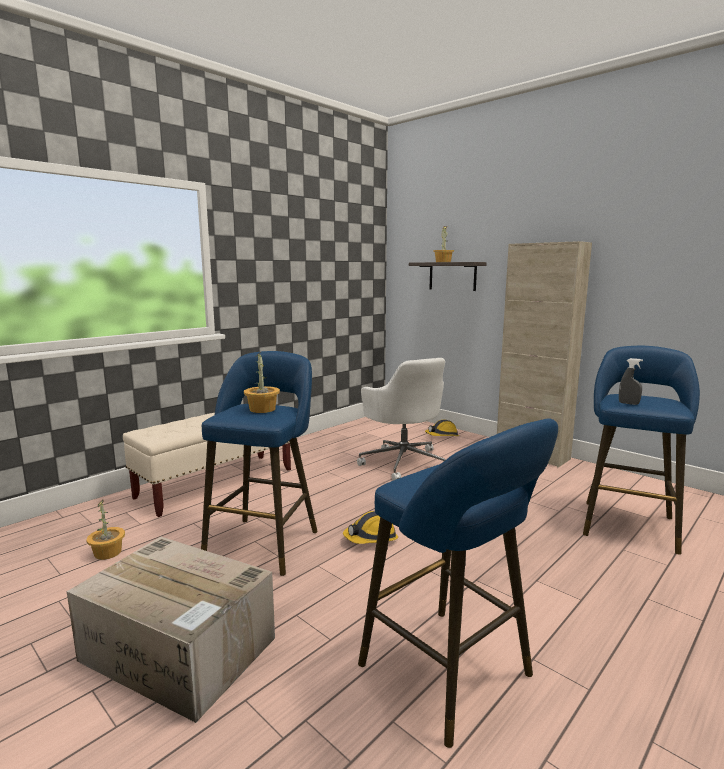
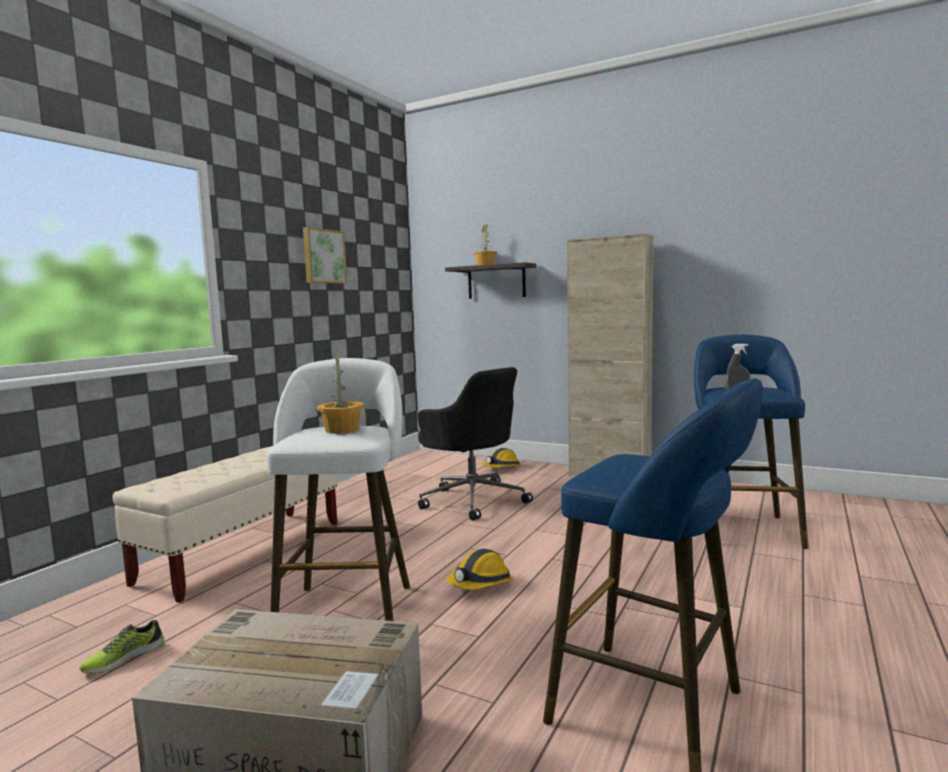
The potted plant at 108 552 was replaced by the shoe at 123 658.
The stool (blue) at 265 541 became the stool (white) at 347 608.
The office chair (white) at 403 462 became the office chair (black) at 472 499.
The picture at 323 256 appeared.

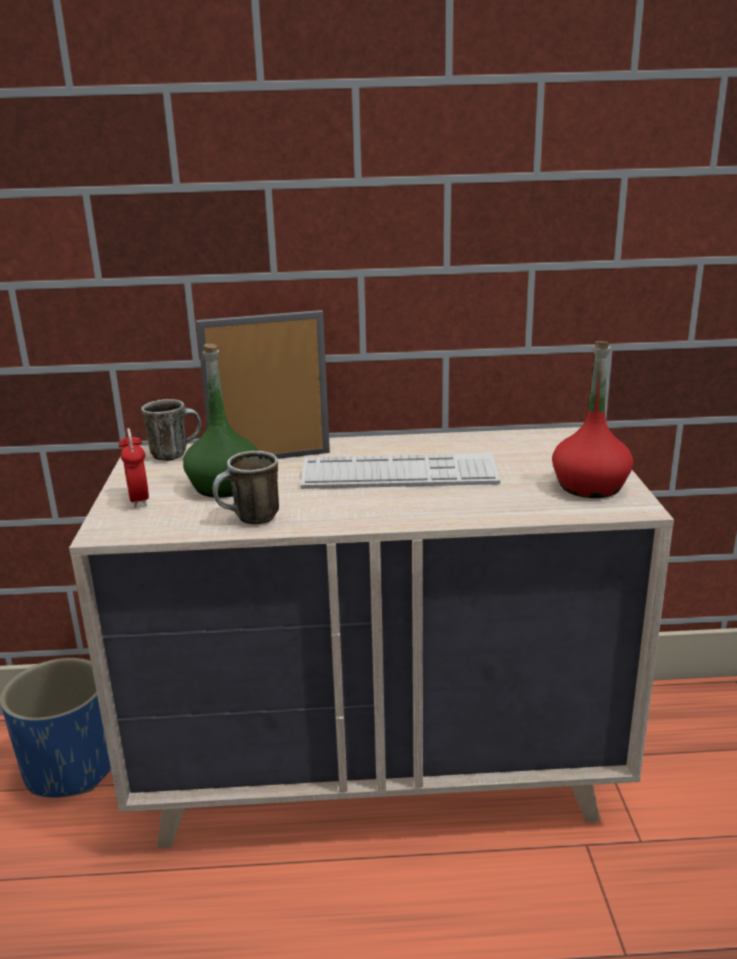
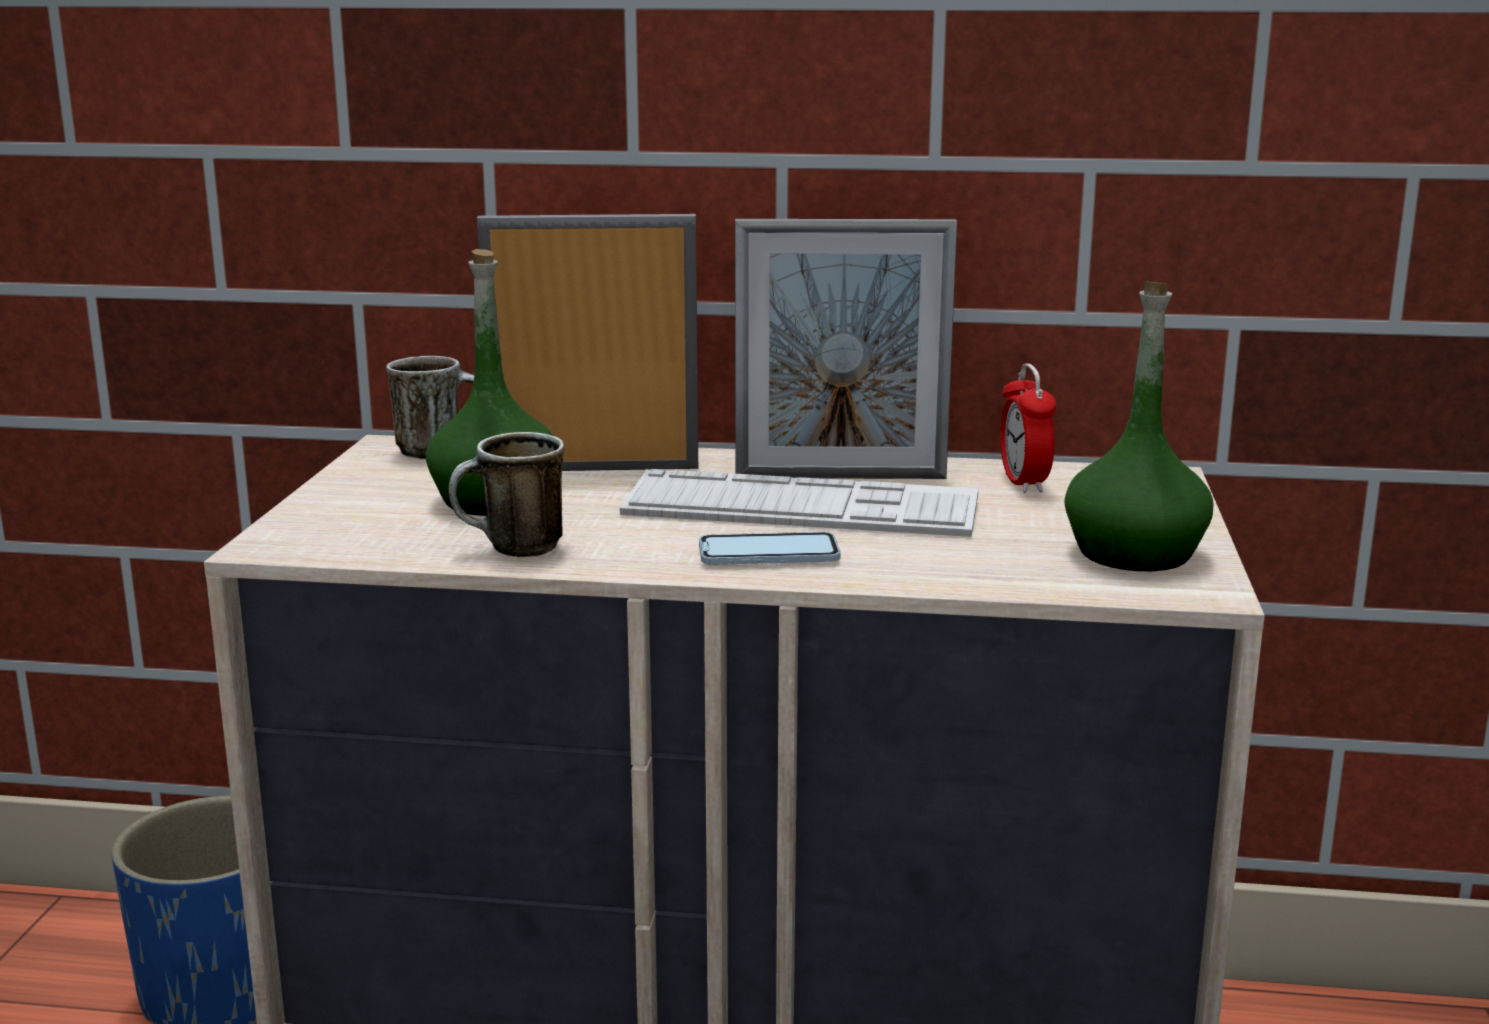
The alarm clock moved from 139 499 to 1024 483.
The bottle (red) at 589 486 became the bottle (green) at 1134 553.
The phone at 768 554 appeared.
The picture frame at 840 476 appeared.

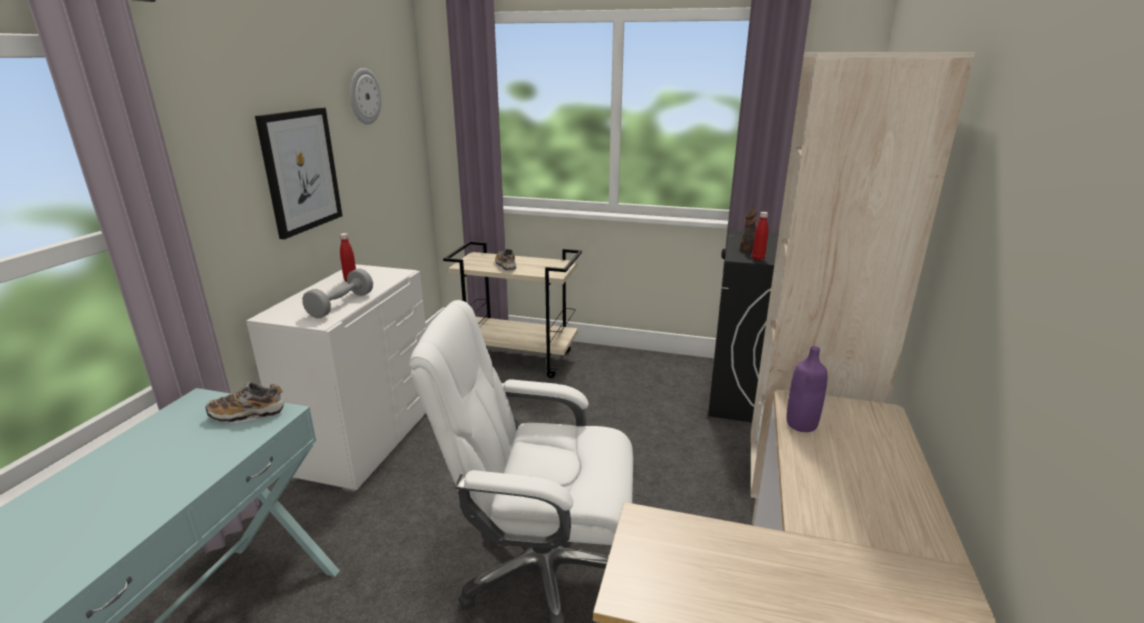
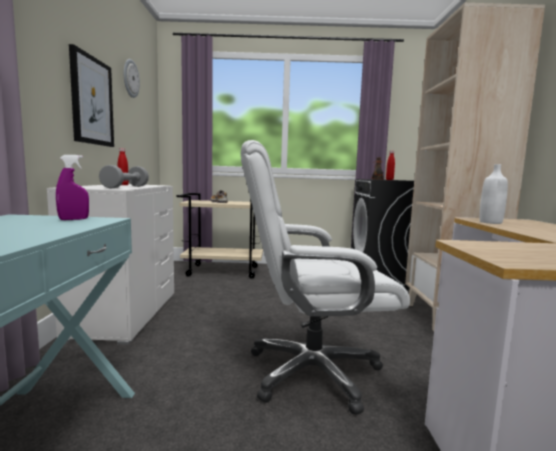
The shoe at 248 414 was replaced by the spray bottle (purple) at 73 219.
The bottle (purple) at 801 424 became the bottle (white) at 490 222.

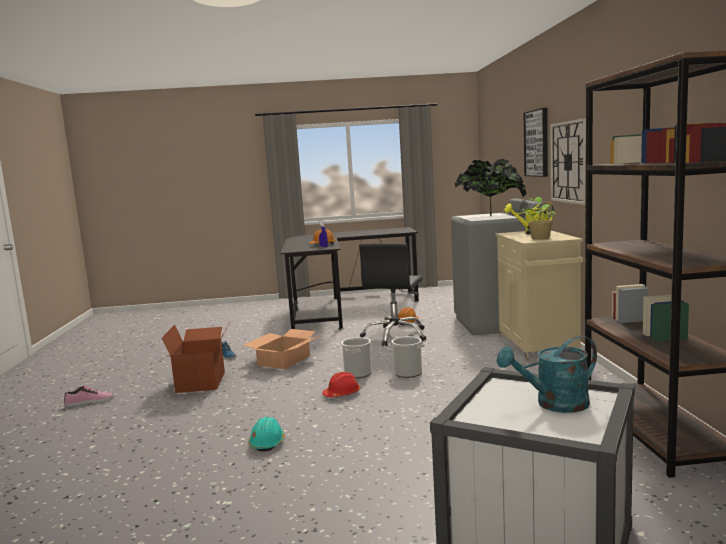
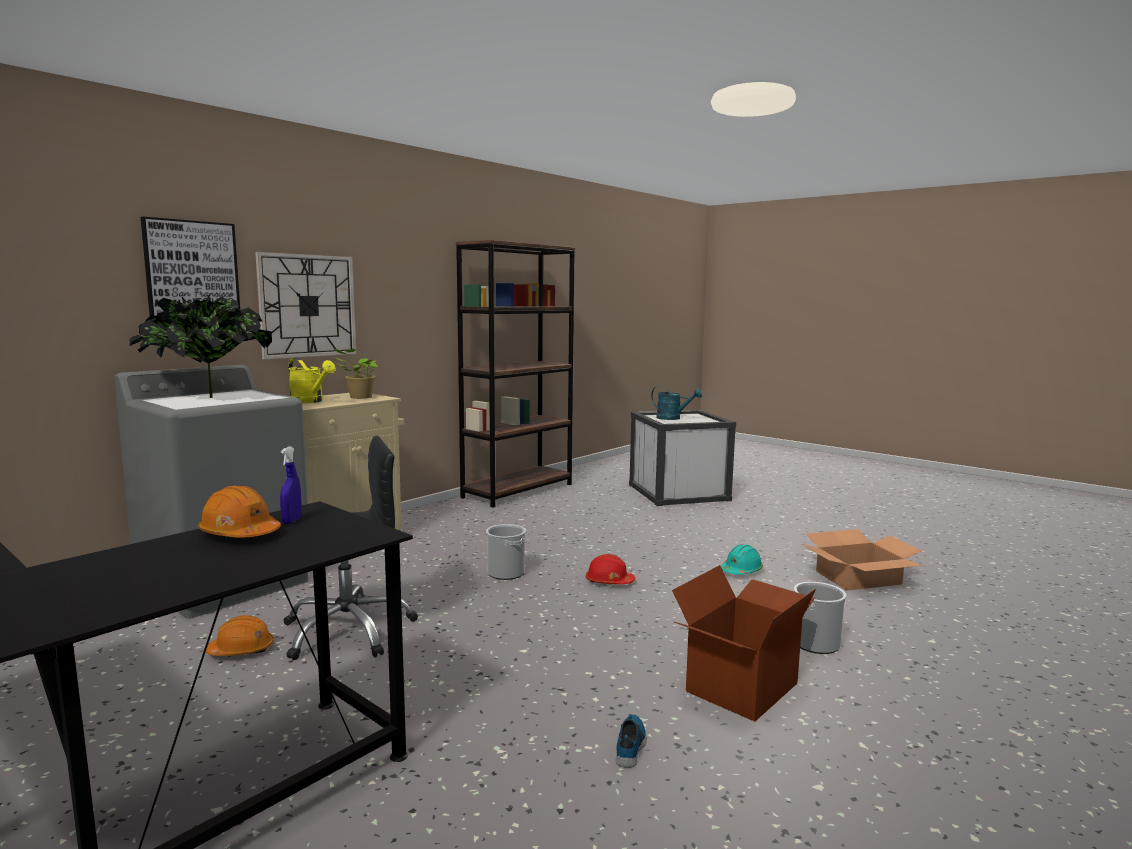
The shoe at 89 402 disappeared.
The cardboard box moved from 284 360 to 858 578.
The bucket moved from 358 373 to 815 643.

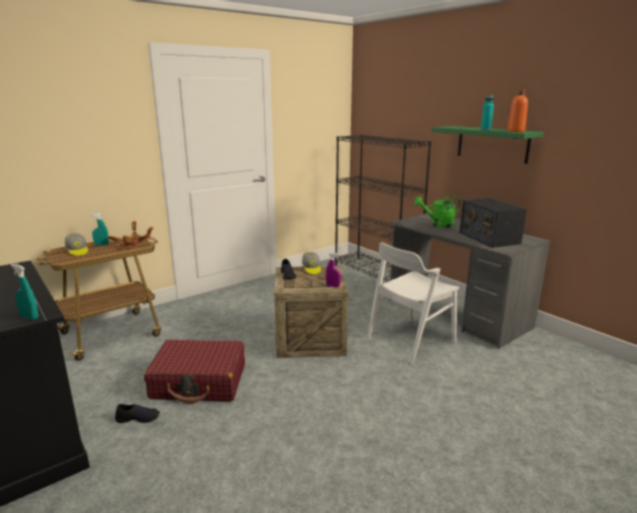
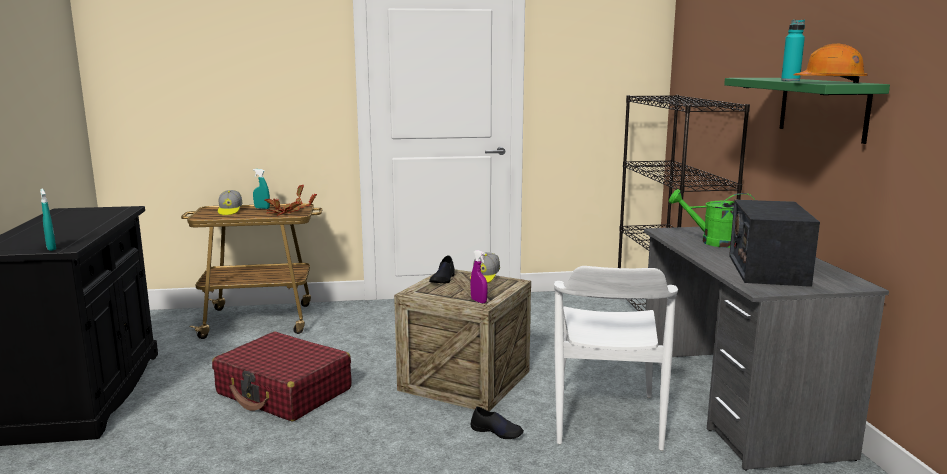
The shoe (black) moved from 138 418 to 497 431.
The chair (white) at 410 340 turned 75 degrees counterclockwise.
The bottle (orange) at 515 131 was replaced by the hard hat (orange) at 830 82.

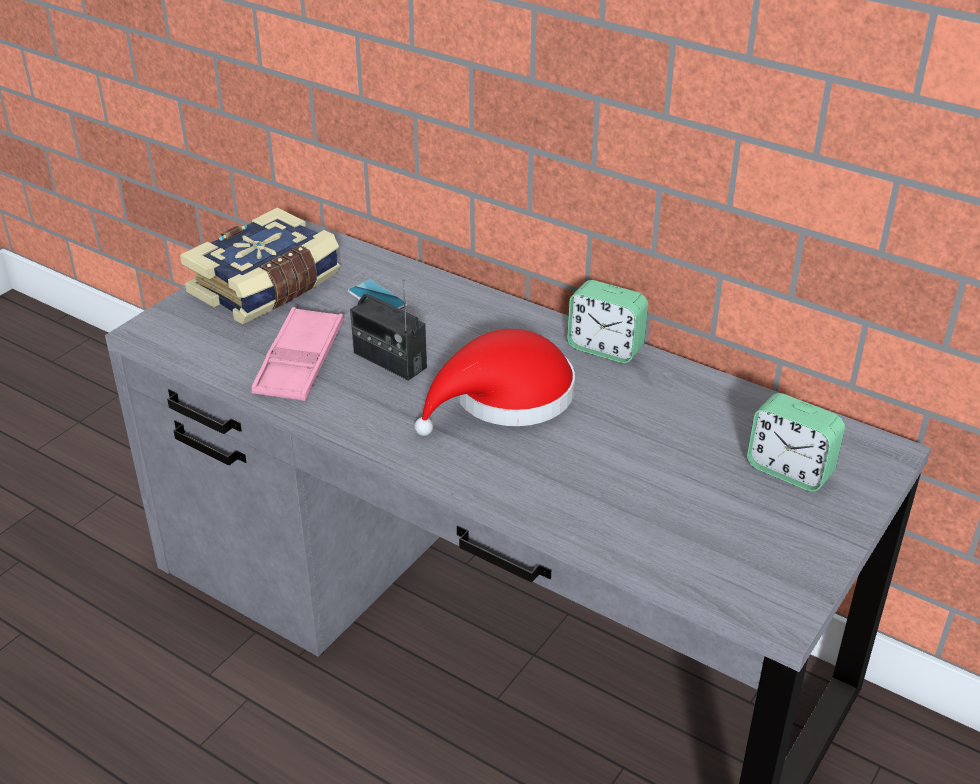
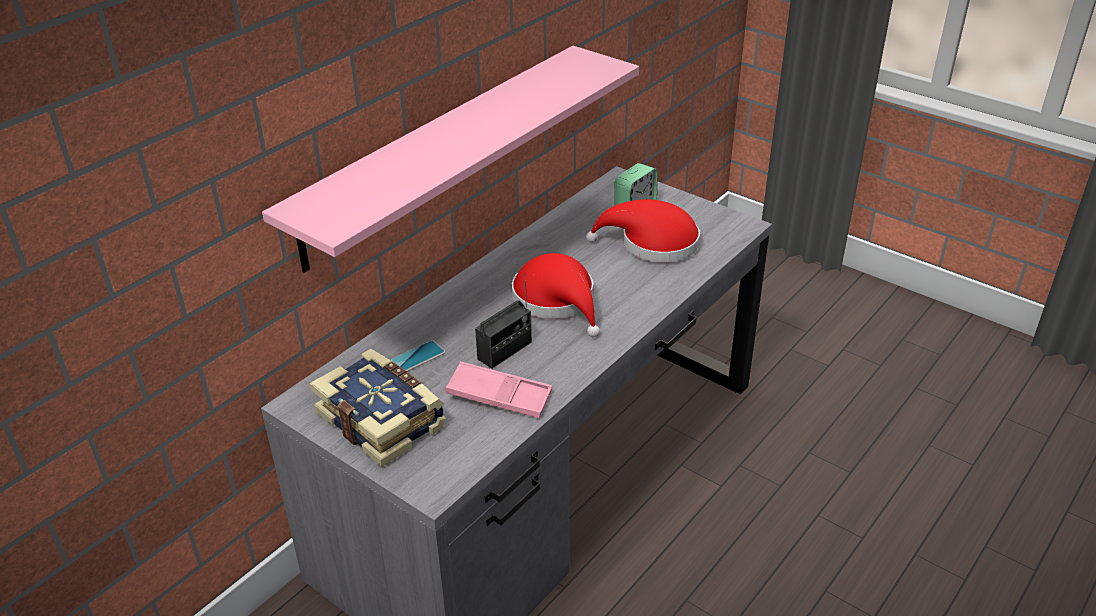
The alarm clock at 605 348 disappeared.
The shelf (pink) at 440 153 appeared.
The hat (red) at 652 244 appeared.

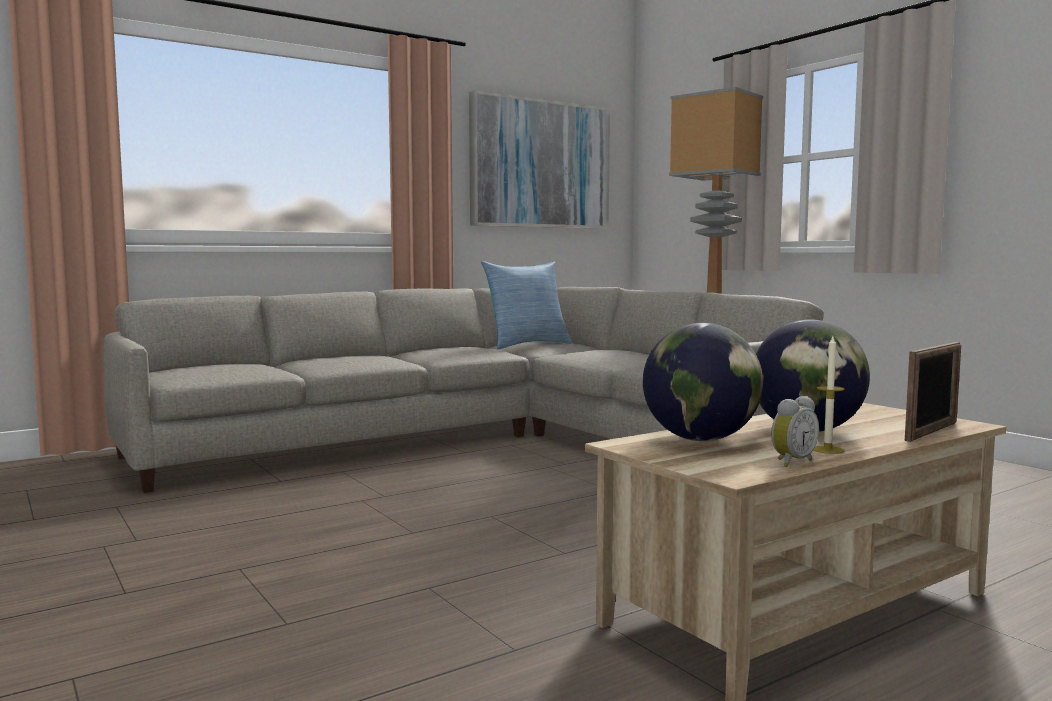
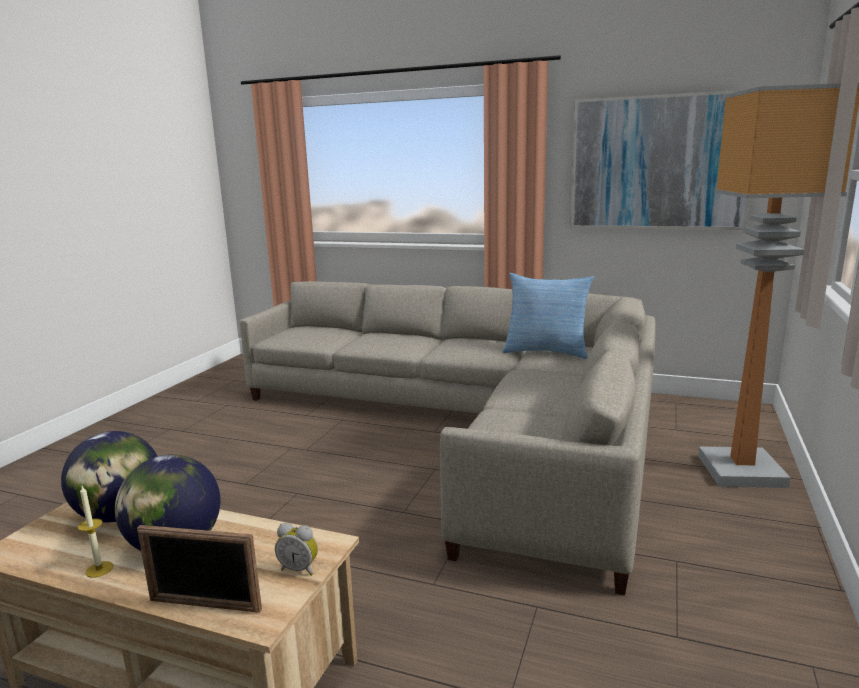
The alarm clock moved from 791 462 to 299 569.

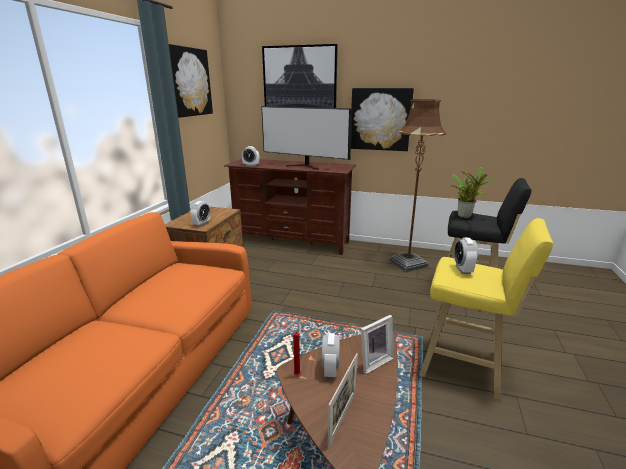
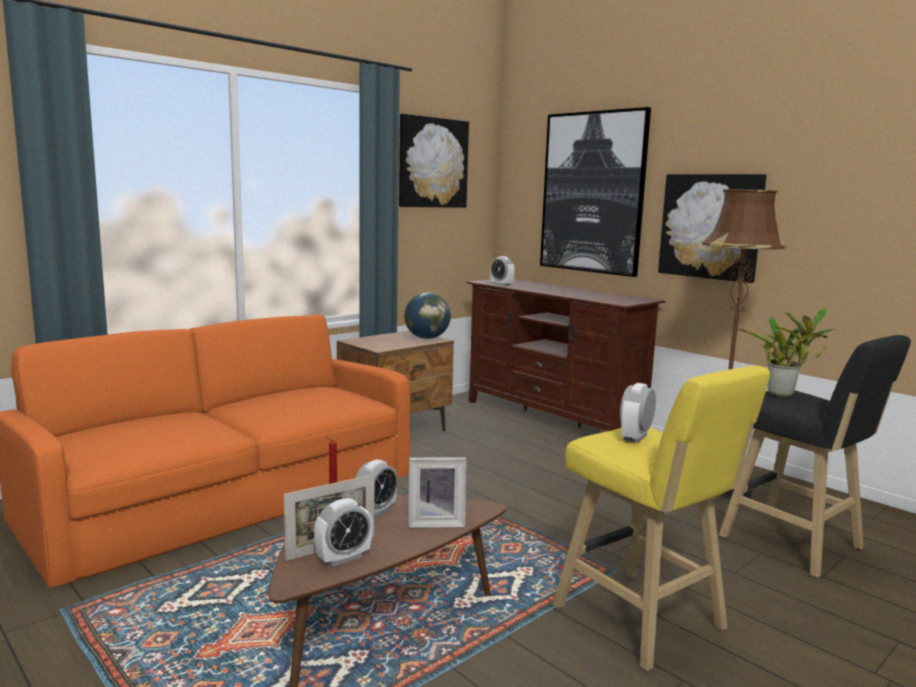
The alarm clock moved from 201 224 to 343 558.
The television at 305 166 disappeared.
The globe at 426 338 appeared.

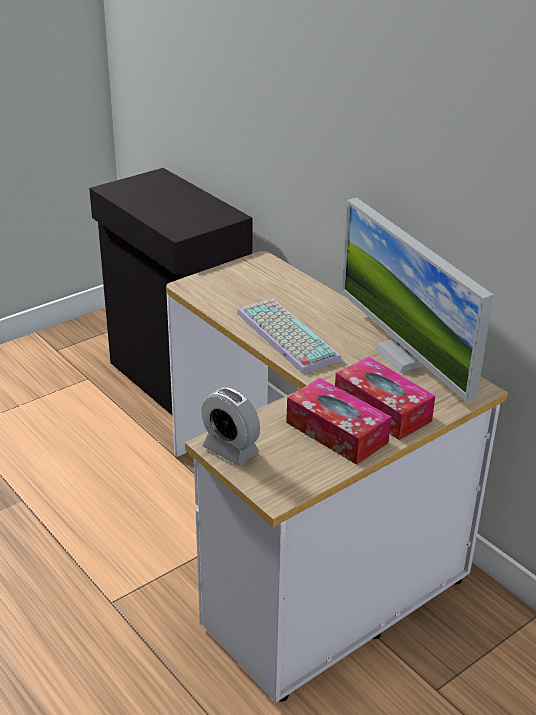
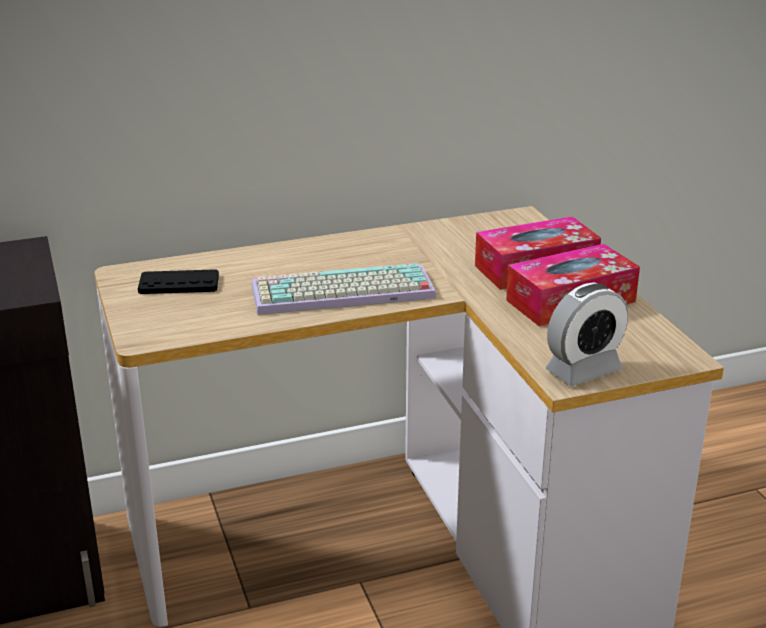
The monitor at 403 356 disappeared.
The game controller (black) at 179 284 appeared.

